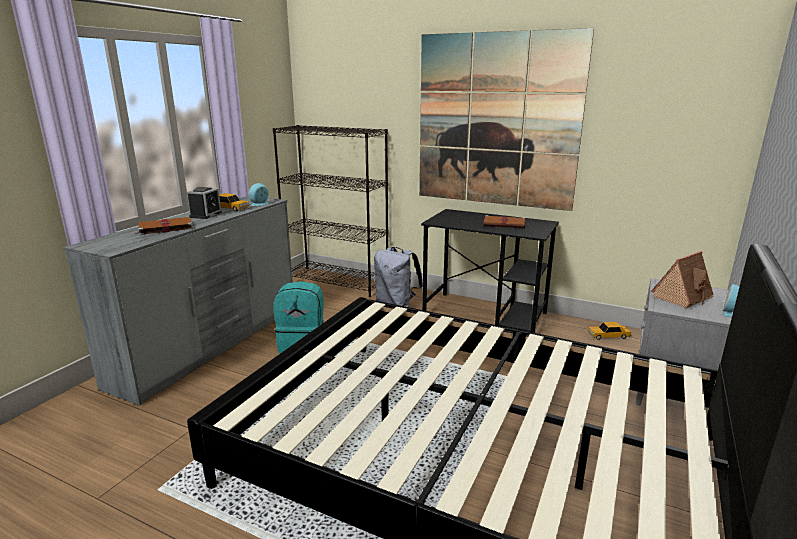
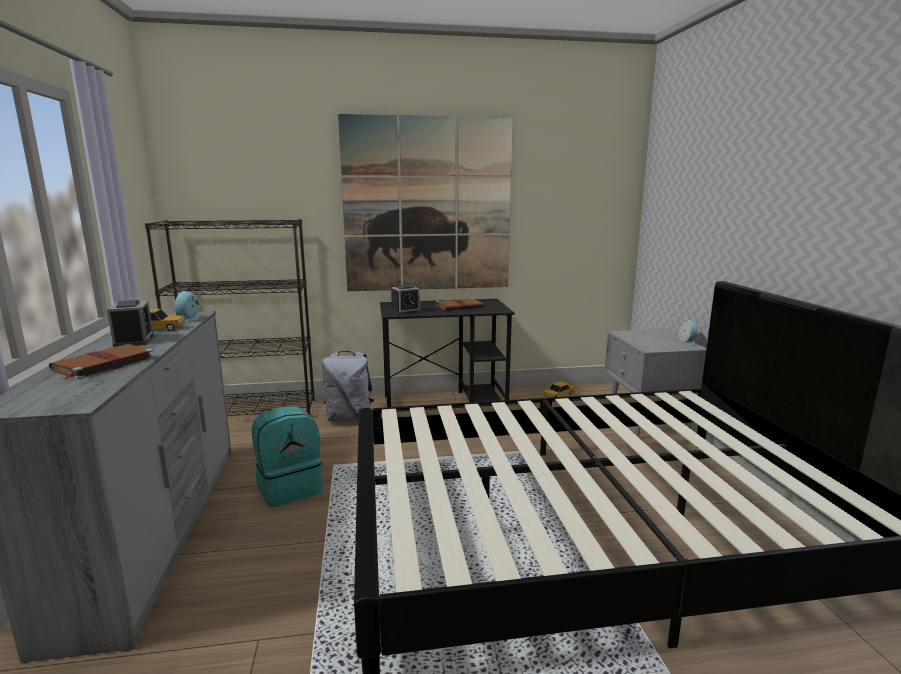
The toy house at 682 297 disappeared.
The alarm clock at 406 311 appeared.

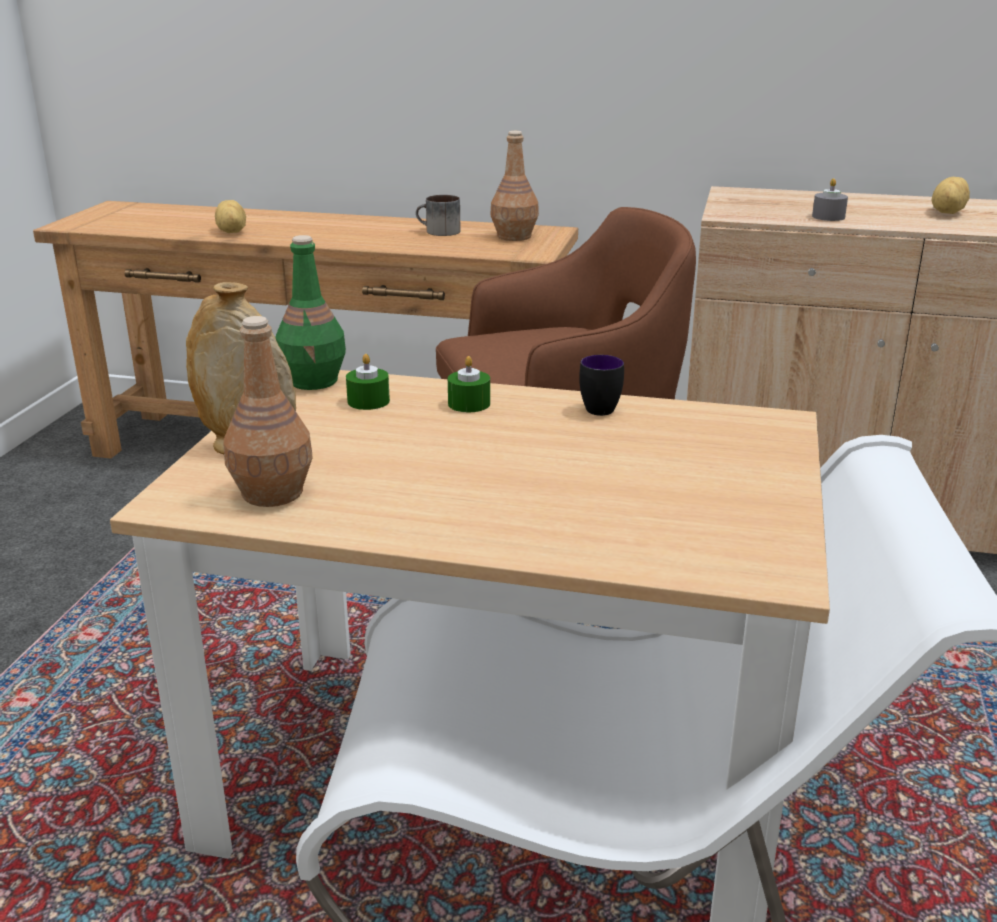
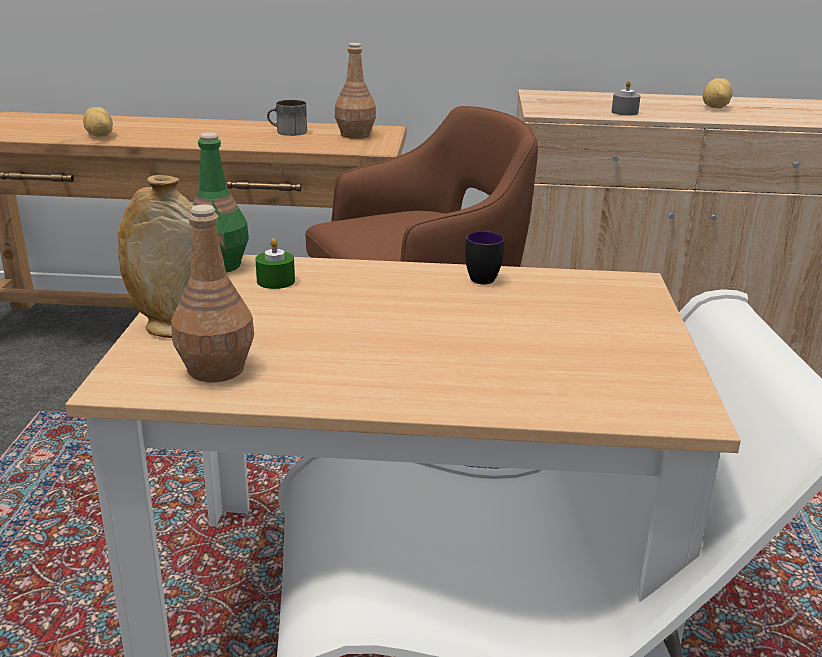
The candle (green) at 469 404 disappeared.

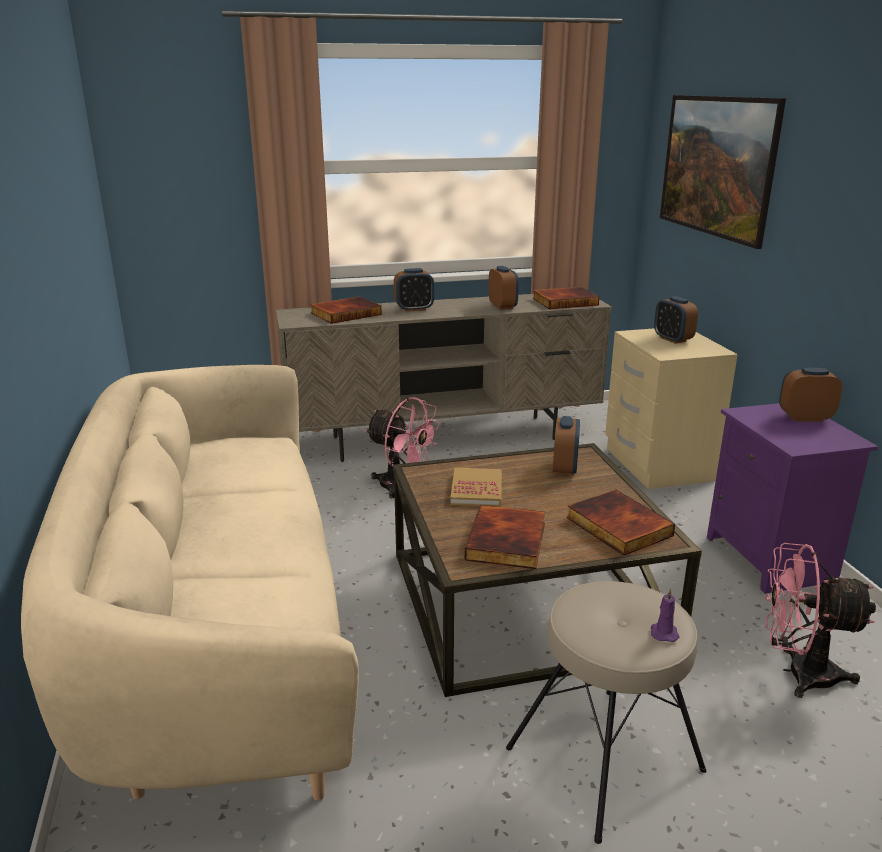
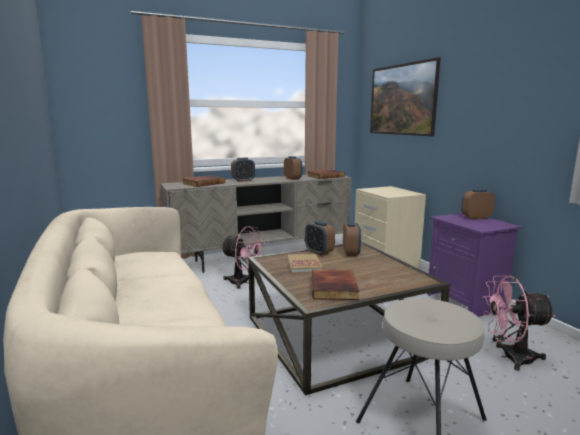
The book at 617 526 disappeared.
The candle (purple) at 663 632 disappeared.
The alarm clock moved from 672 339 to 319 252.

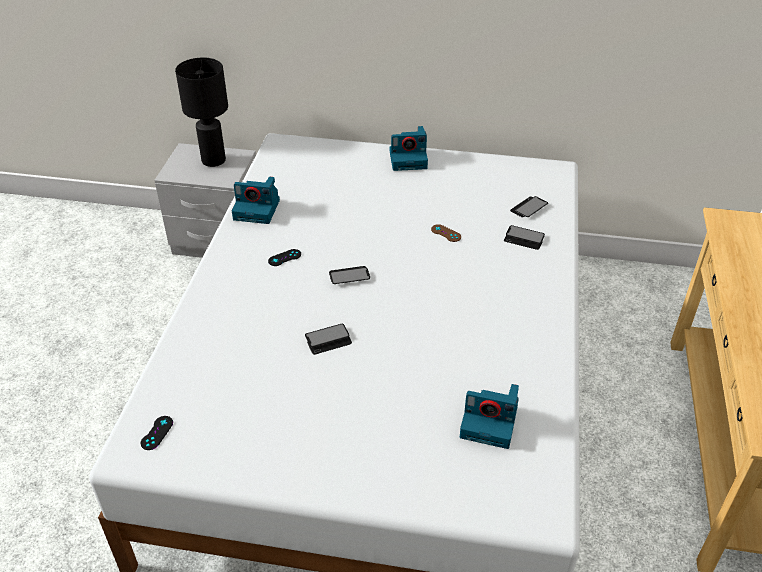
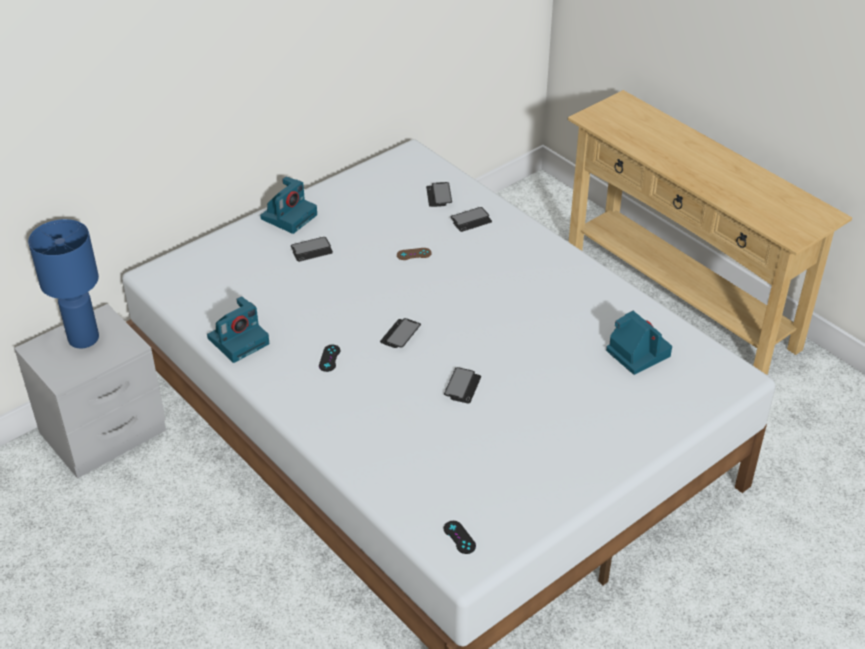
The table lamp (black) at 213 160 became the table lamp (blue) at 82 339.
The photo camera at 490 422 turned 90 degrees counterclockwise.
The phone at 311 250 appeared.

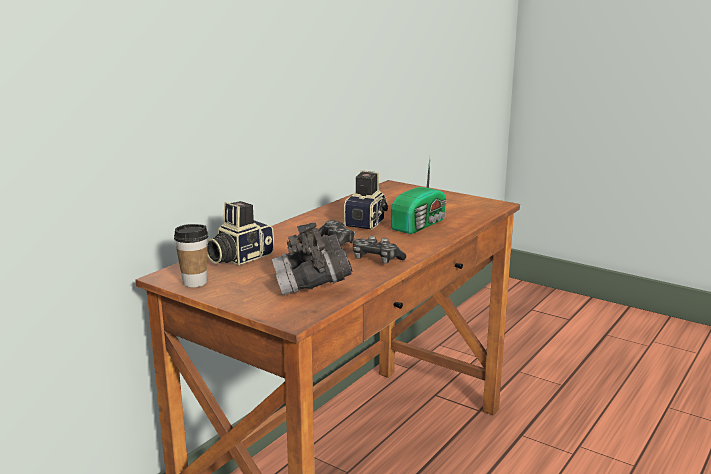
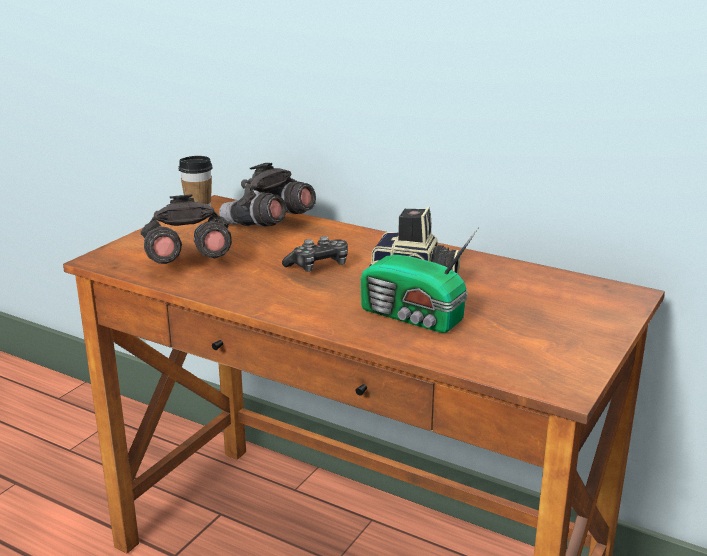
The photo camera at 238 257 was replaced by the binoculars (grey) at 268 225.
The game controller at 376 260 disappeared.

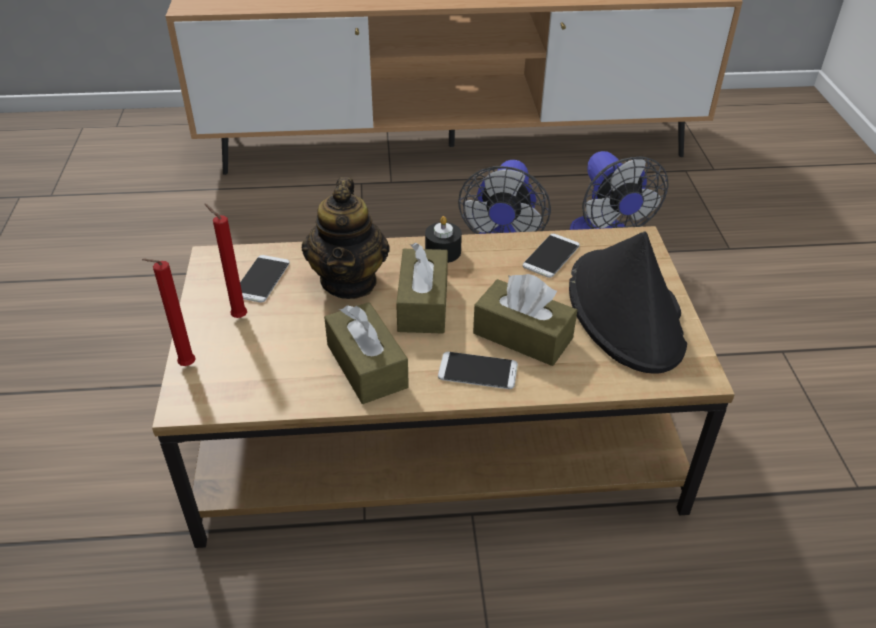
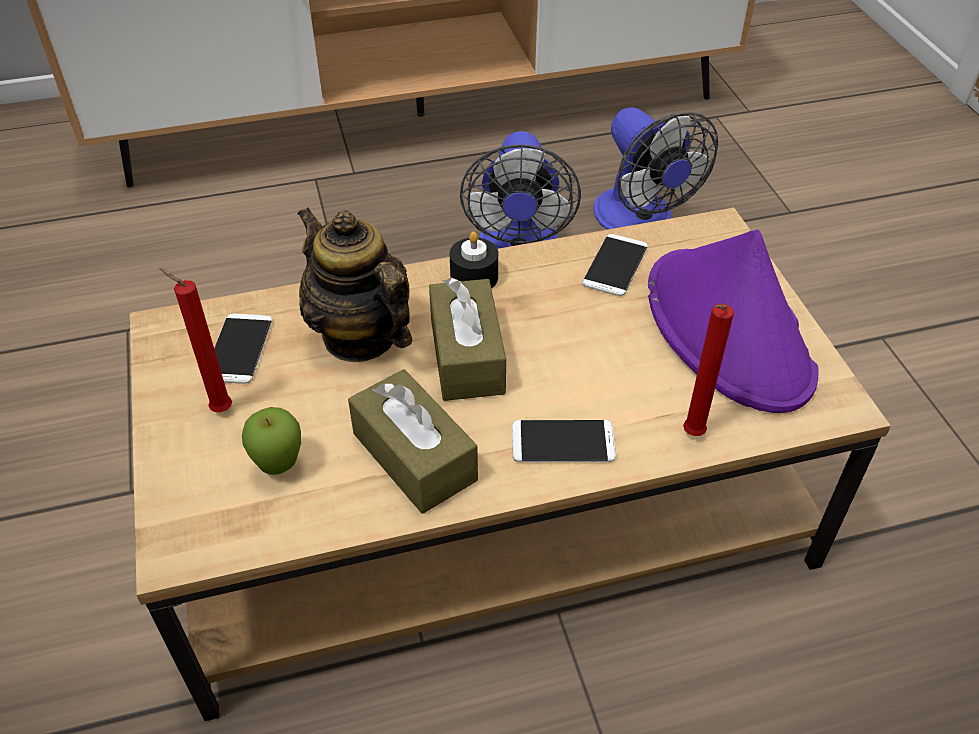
The candle (red) moved from 185 366 to 691 436.
The teapot at 349 281 turned 150 degrees clockwise.
The tissue box (brown) at 522 336 disappeared.
The hat (black) at 626 312 became the hat (purple) at 729 331.
The apple at 279 467 appeared.

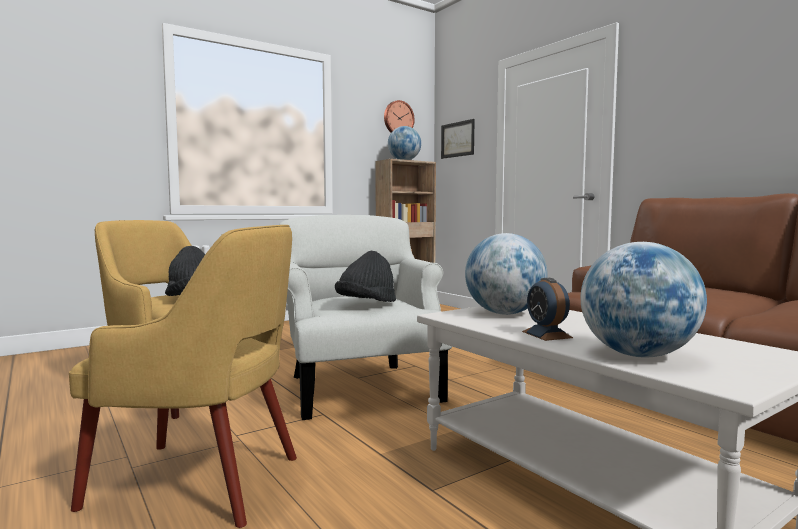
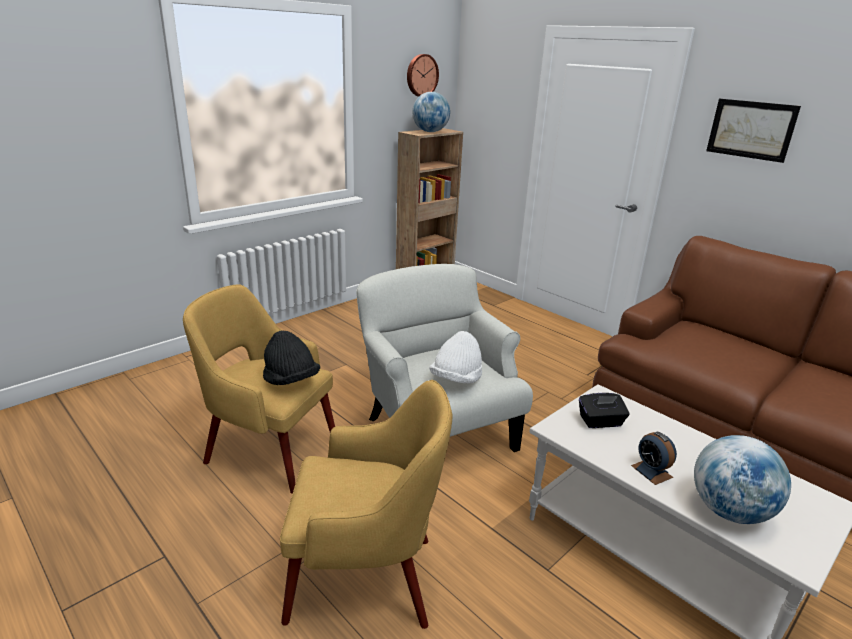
The hat (black) at 366 304 became the hat (white) at 456 379.
The picture moved from 457 139 to 751 129.
The globe at 504 313 was replaced by the tissue box (black) at 600 422.

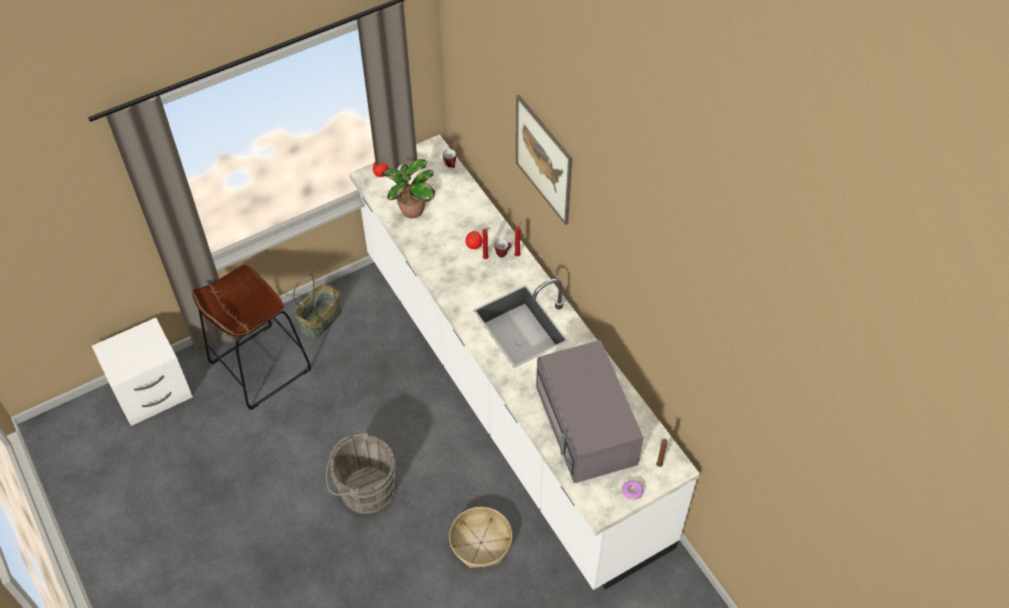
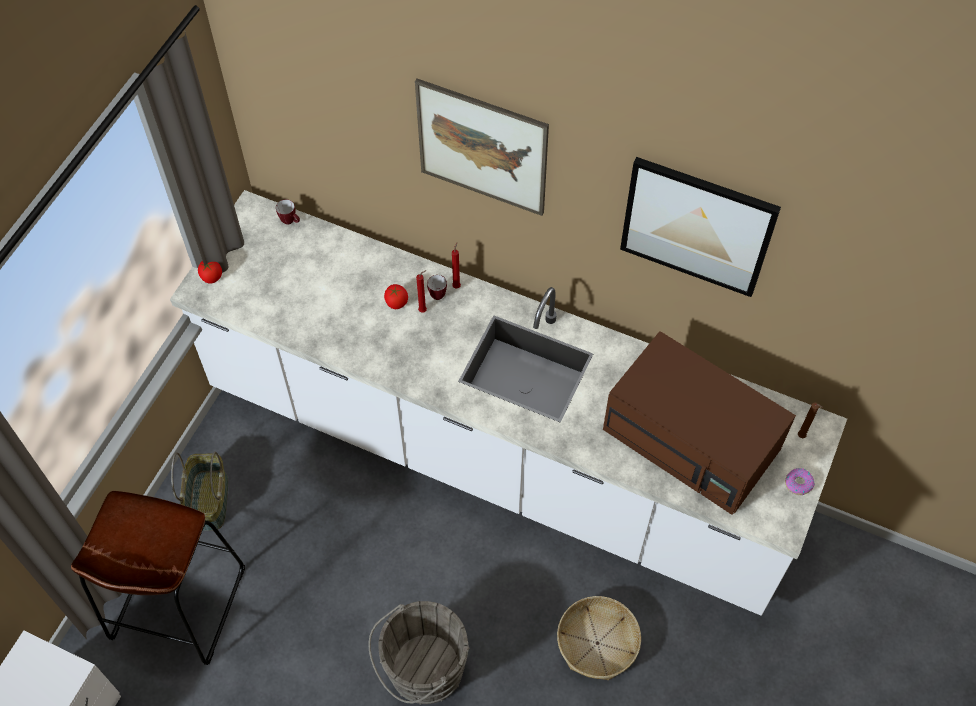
The potted plant at 411 211 disappeared.
The microwave (grey) at 587 426 became the microwave (brown) at 693 440.
The picture at 697 226 appeared.

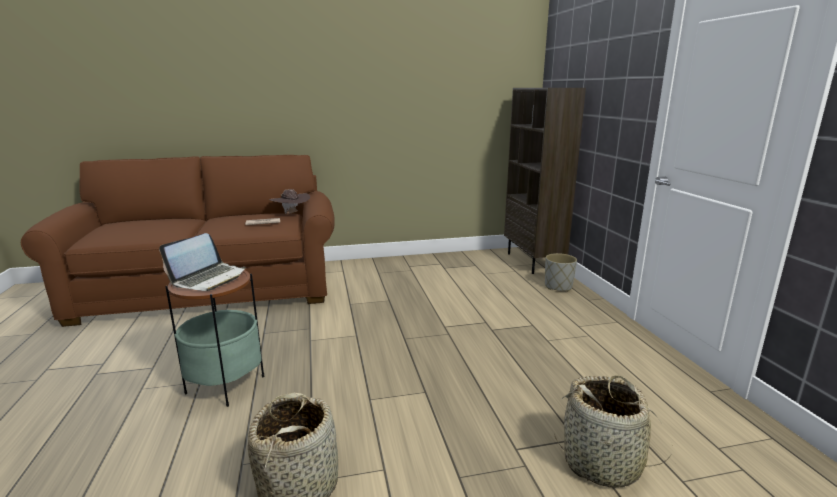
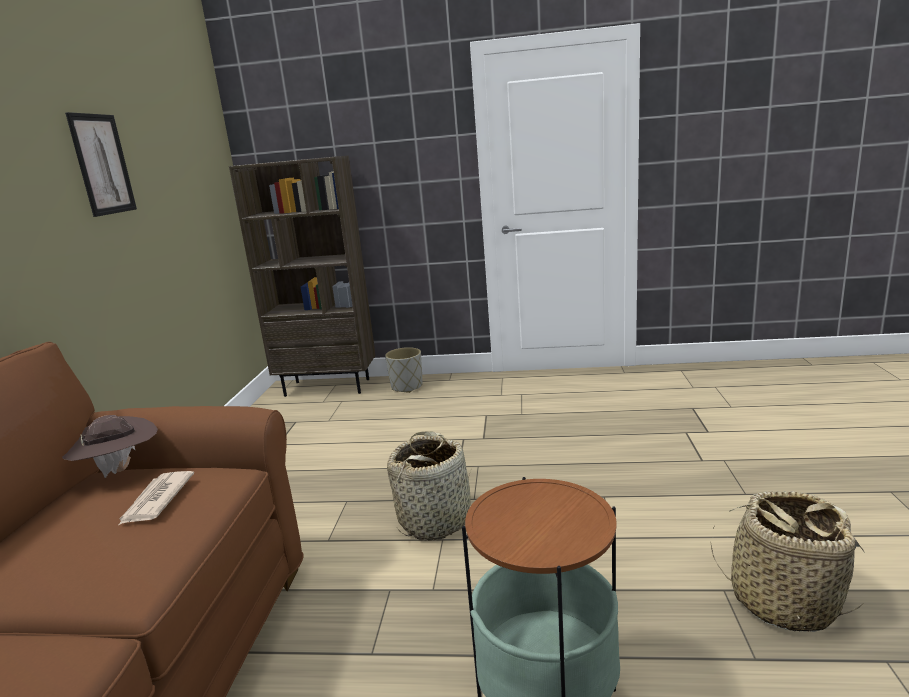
The laptop at 209 278 disappeared.
The basket moved from 602 463 to 435 520.
The picture at 102 164 appeared.

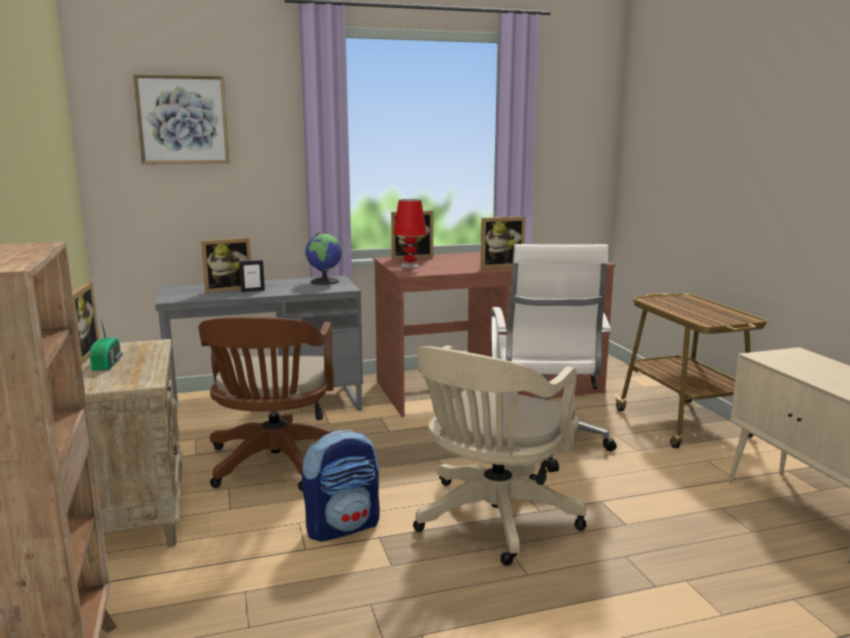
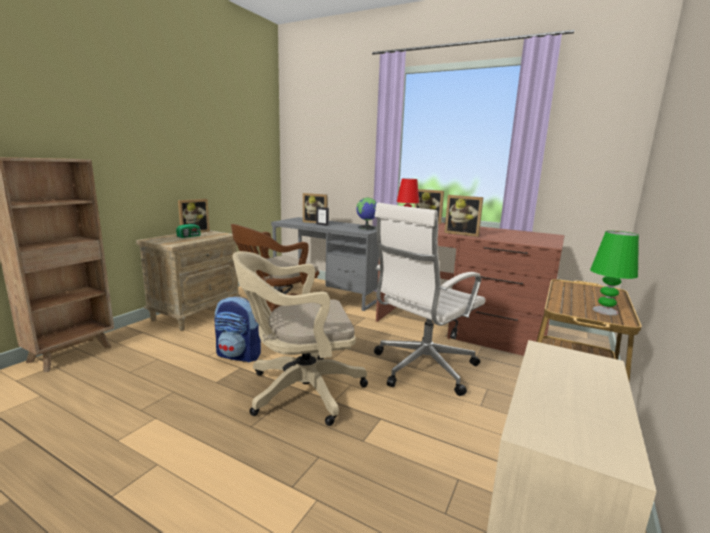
The picture at 182 120 disappeared.
The table lamp (green) at 605 311 appeared.

